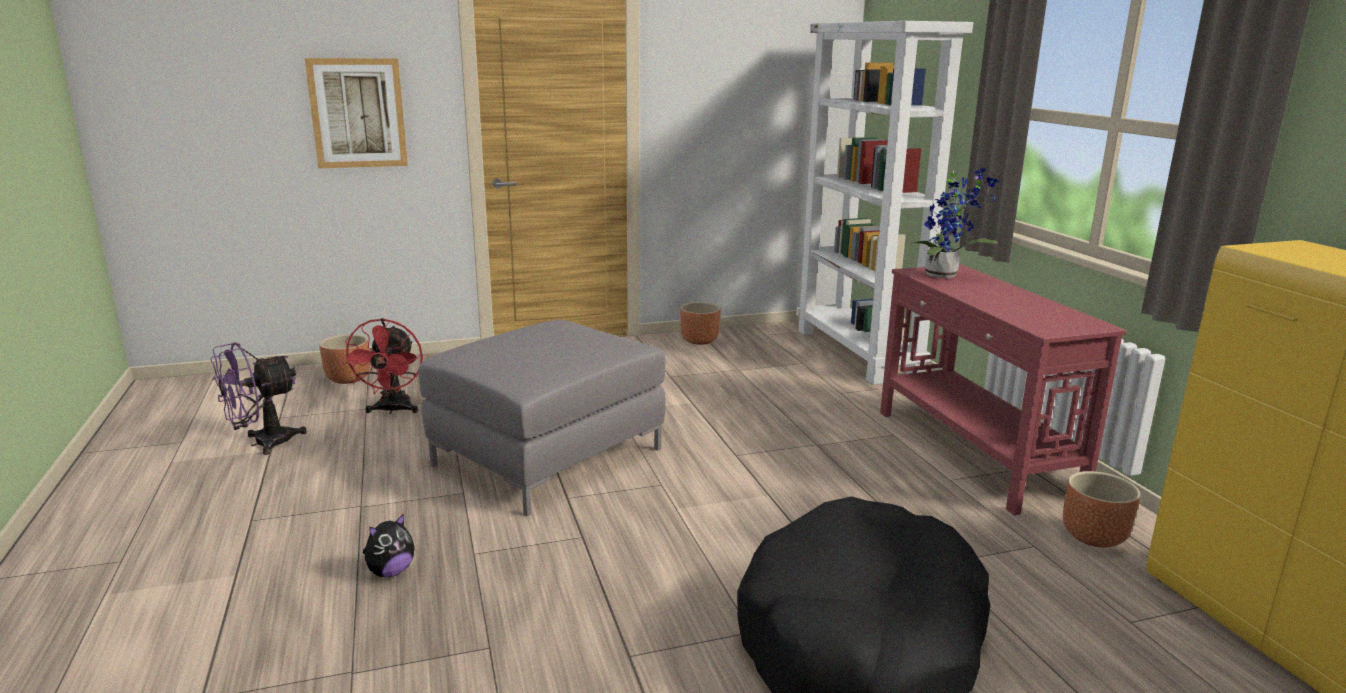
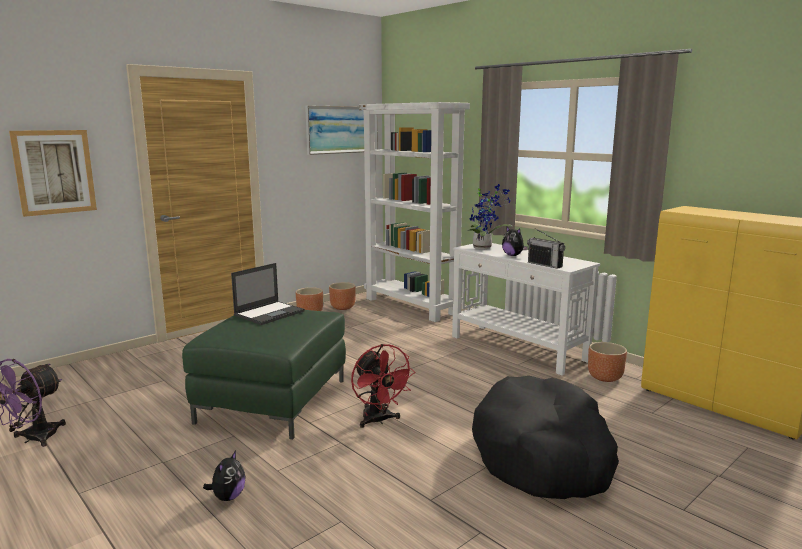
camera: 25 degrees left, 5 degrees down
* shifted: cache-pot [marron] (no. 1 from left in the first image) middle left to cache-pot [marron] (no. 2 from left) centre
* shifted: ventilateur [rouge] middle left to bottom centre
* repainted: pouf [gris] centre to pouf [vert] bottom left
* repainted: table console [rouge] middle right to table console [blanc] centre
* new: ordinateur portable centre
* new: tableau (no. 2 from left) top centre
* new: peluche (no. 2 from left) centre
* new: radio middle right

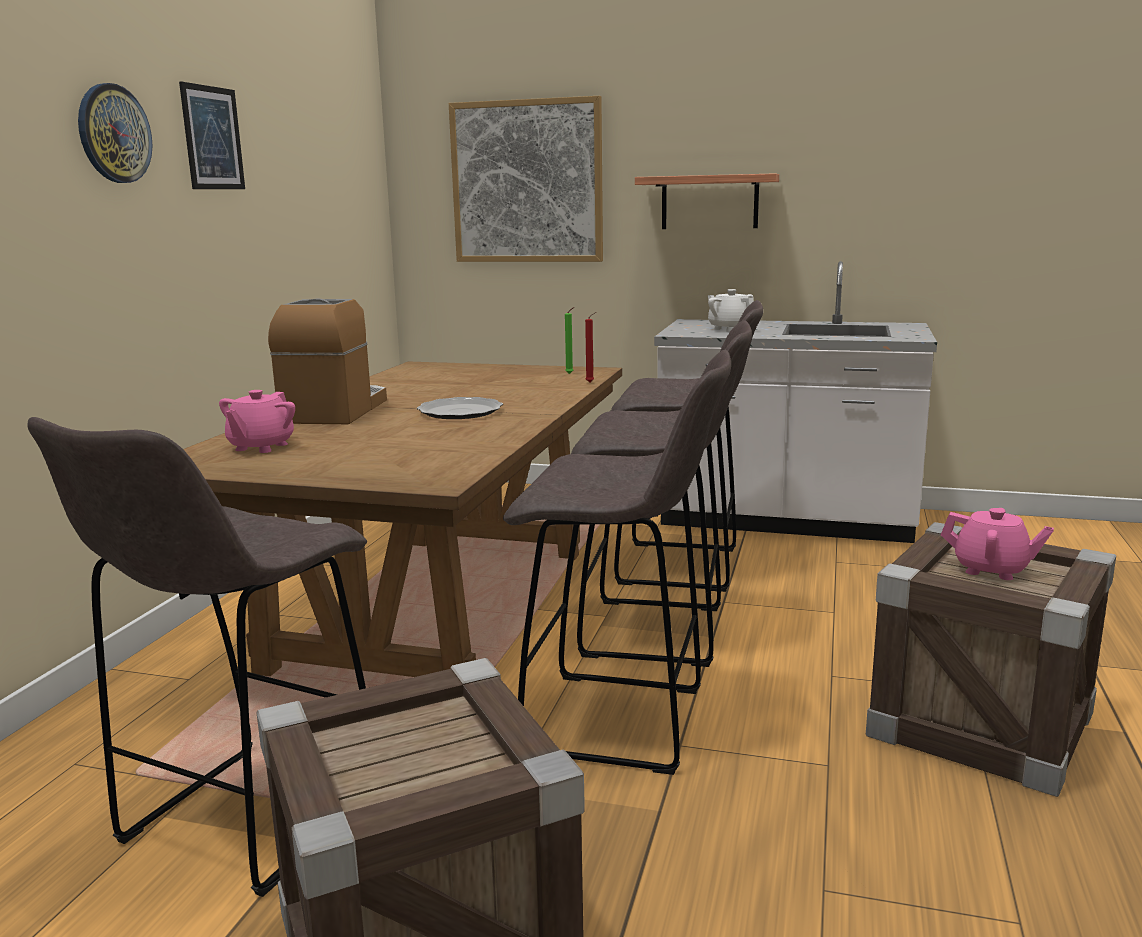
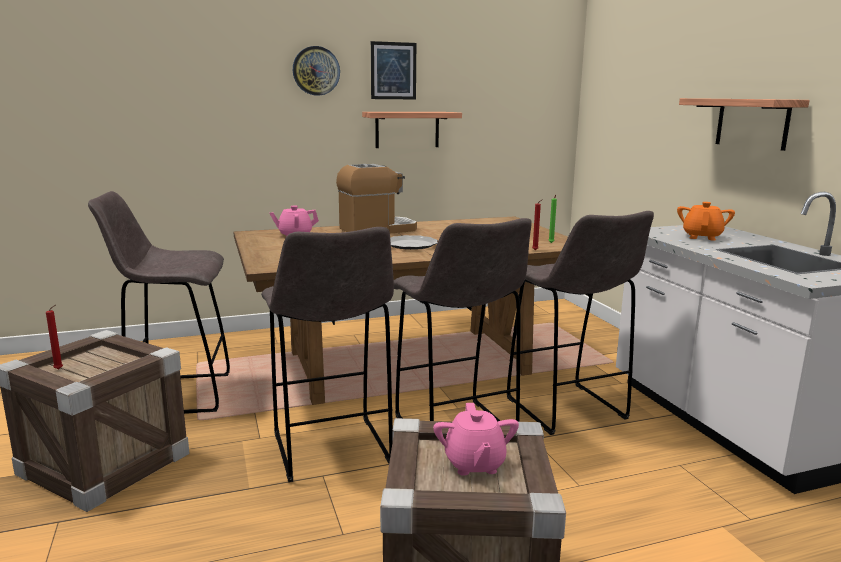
camera: 55 degrees right, 0 degrees up
* gone: tableau (no. 2 from left) top centre
* repainted: théière [blanc] top centre to théière [orange] middle right
* new: bougie [rouge] (no. 1 from left) middle left
* new: étagère (no. 1 from left) top centre

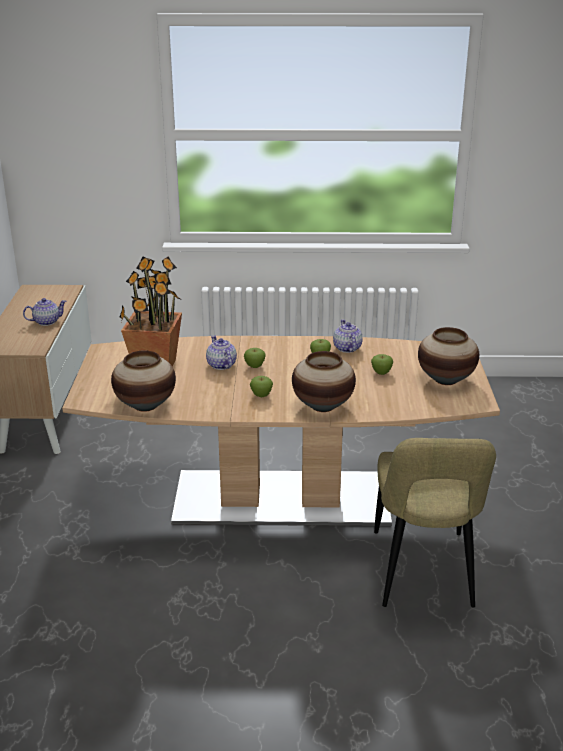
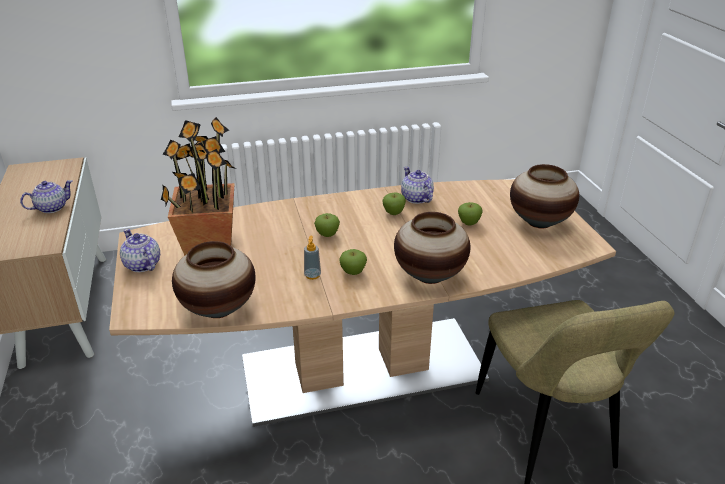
camera: 15 degrees left, 5 degrees up
* shifted: théière (no. 2 from left) centre to middle left
* new: distributeur de savon centre

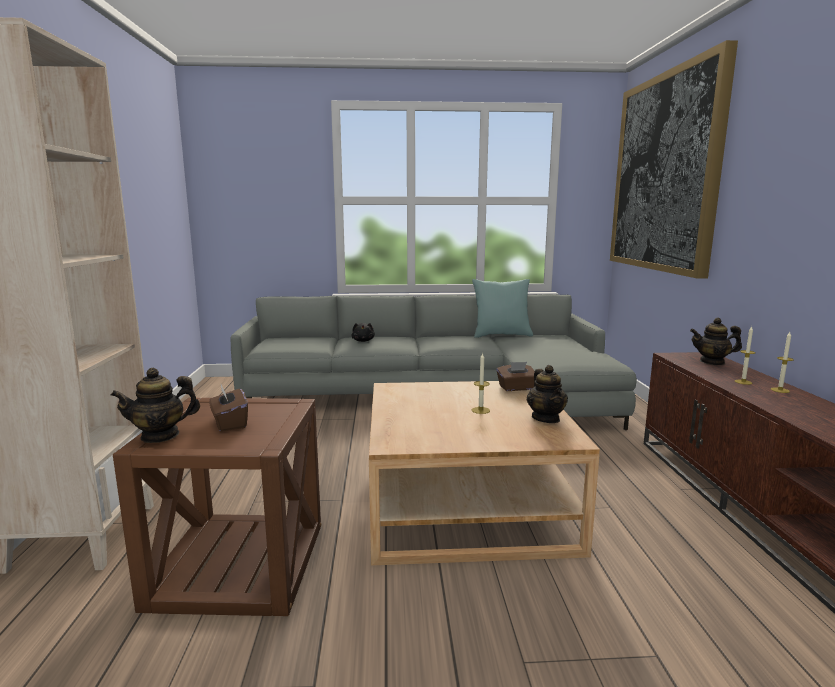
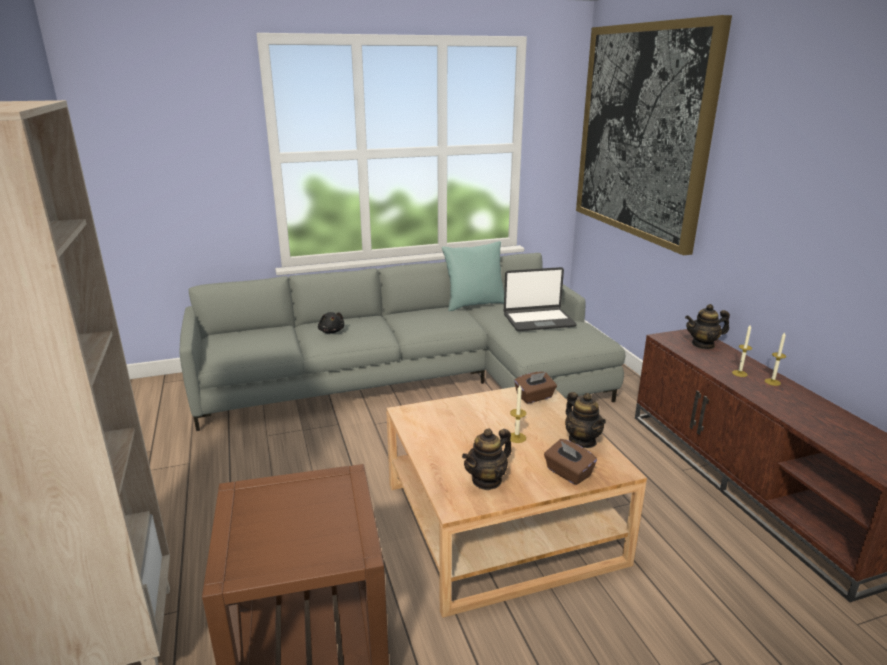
camera: 15 degrees left, 10 degrees up
* shifted: théière (no. 1 from left) middle left to bottom centre
* shifted: boîte à mouchoirs [marron] (no. 1 from left in the first image) middle left to boîte à mouchoirs [marron] (no. 2 from left) bottom centre
* new: ordinateur portable centre

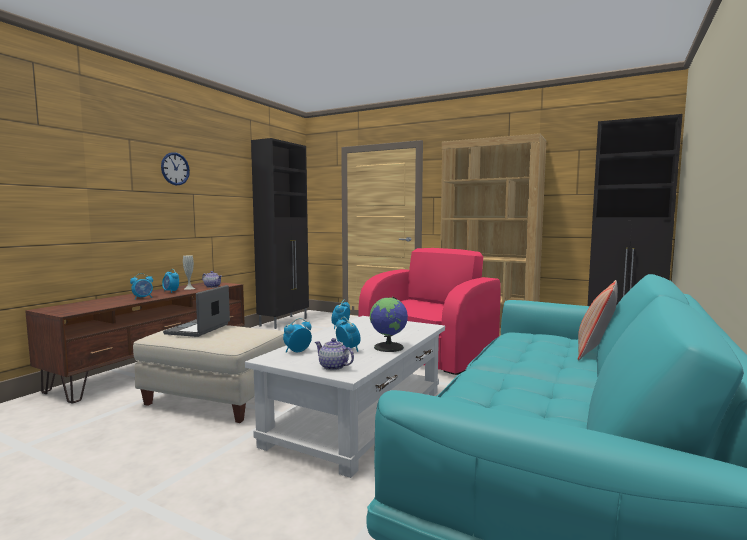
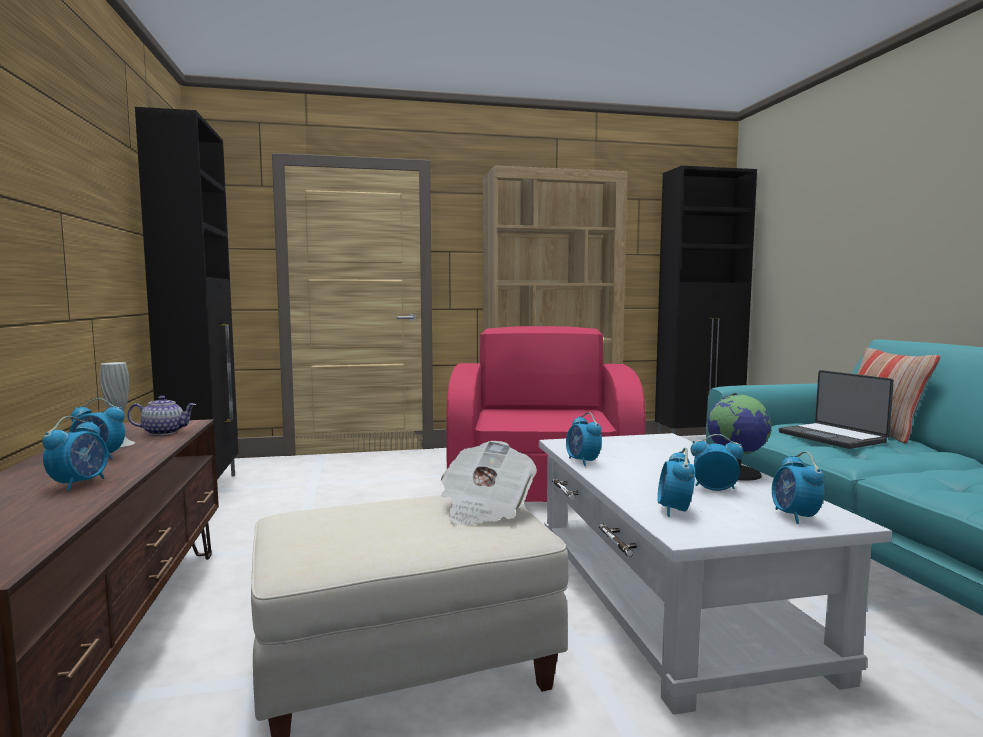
camera: 40 degrees left, 0 degrees up
* gone: horloge murale top left
* shifted: ordinateur portable middle left to middle right
* swapped: théière (no. 2 from left) centre to réveil (no. 6 from left) middle right
* new: journal centre

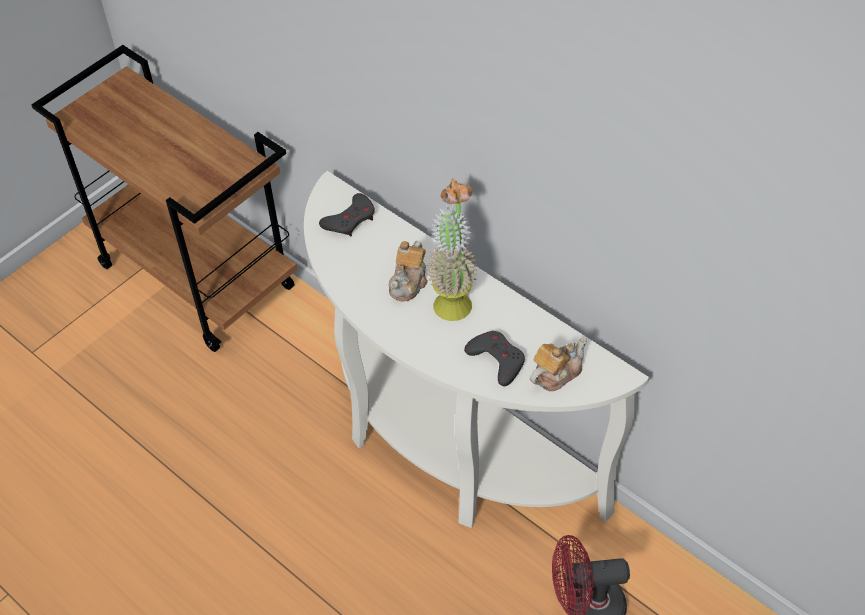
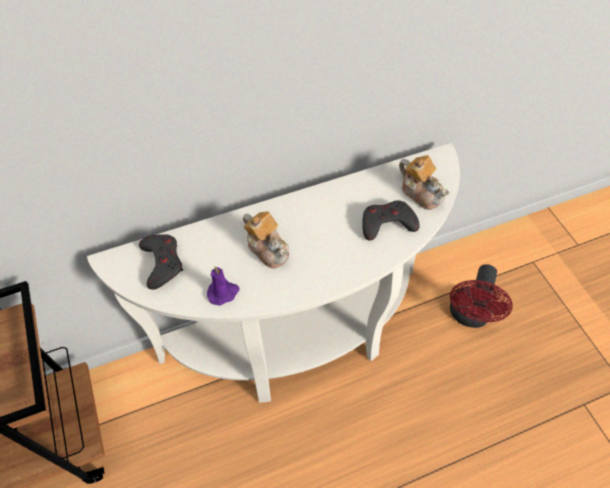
camera: 65 degrees left, 5 degrees up
* gone: plante en pot centre
* rotated: théière (no. 2 from left) centre = middle right 150 degrees clockwise
* new: bougie [violet] centre

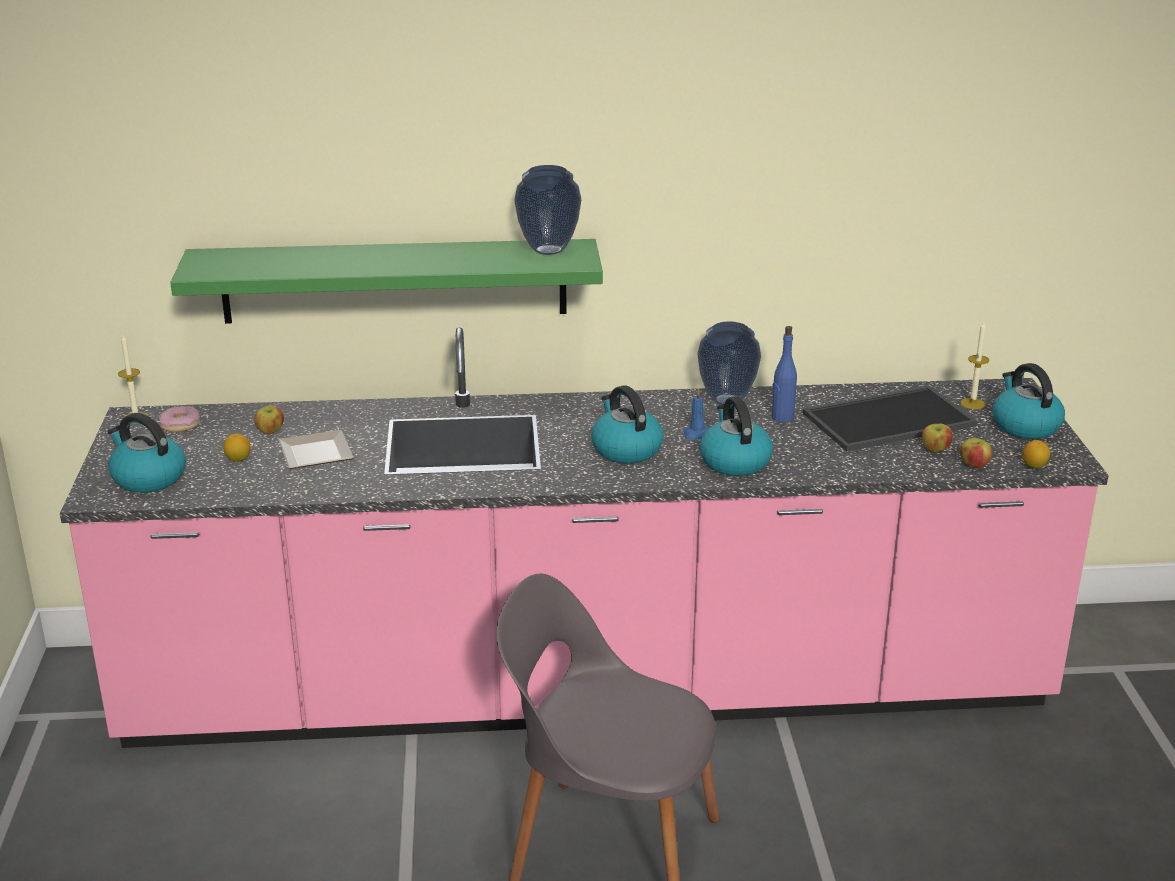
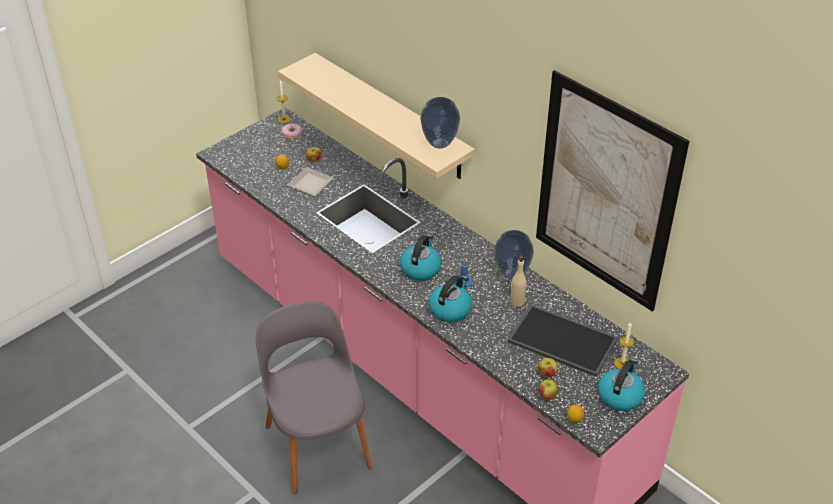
camera: 50 degrees right, 15 degrees up
* gone: bouilloire (no. 1 from left) middle left
* repainted: étagère [vert] top left to étagère [beige] top centre
* repainted: bouteille [bleu] middle right to bouteille [beige] centre
* new: tableau middle right

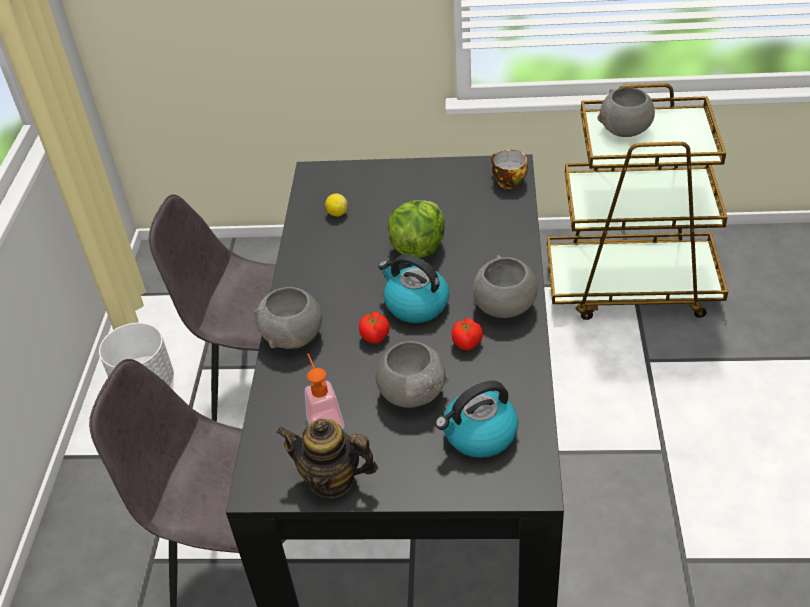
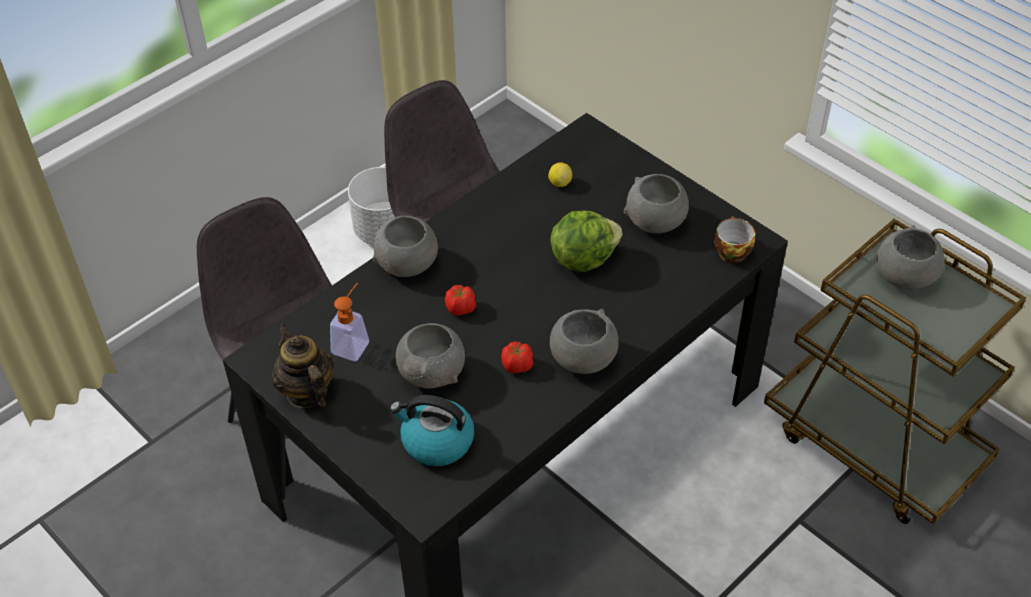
camera: 40 degrees right, 5 degrees up
* gone: bouilloire (no. 1 from left) centre
* new: bol [gris] (no. 4 from left) centre

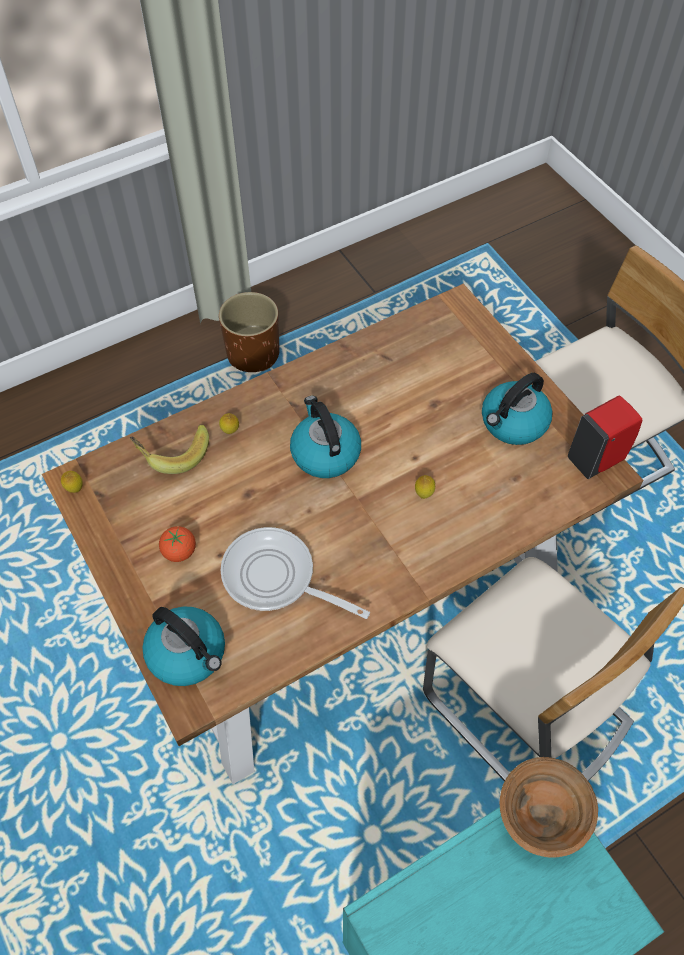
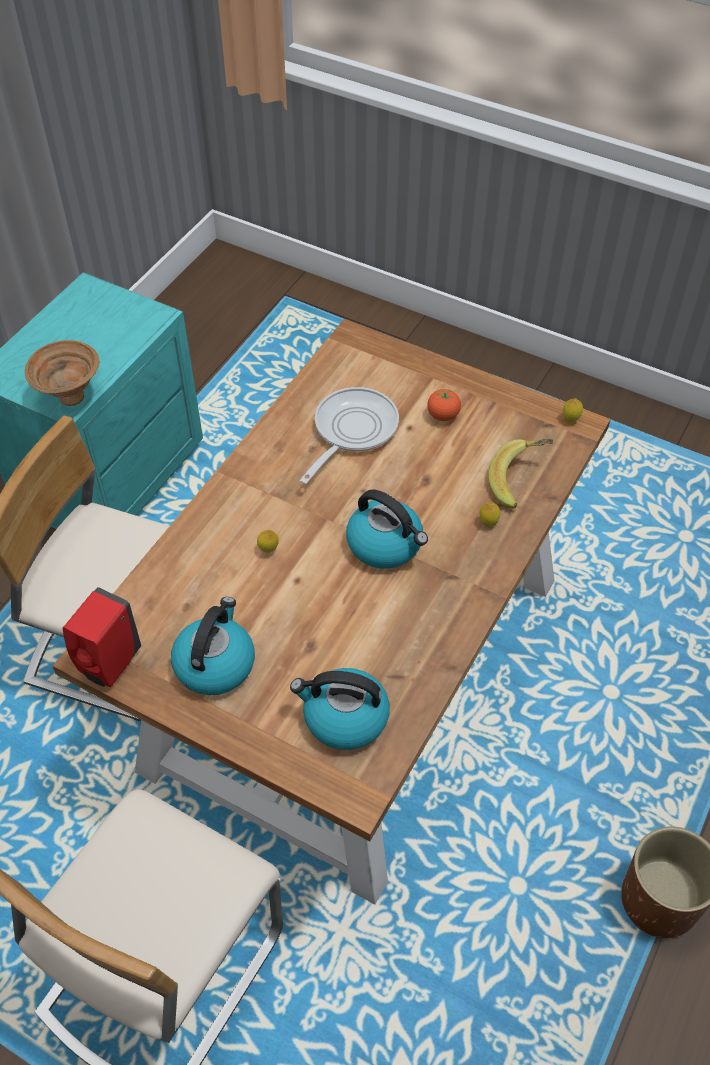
camera: 150 degrees right, 5 degrees down
* shifted: bouilloire (no. 1 from left in the first image) bottom left to bouilloire (no. 2 from left) centre
* rotated: poêle centre = centre 60 degrees counterclockwise

